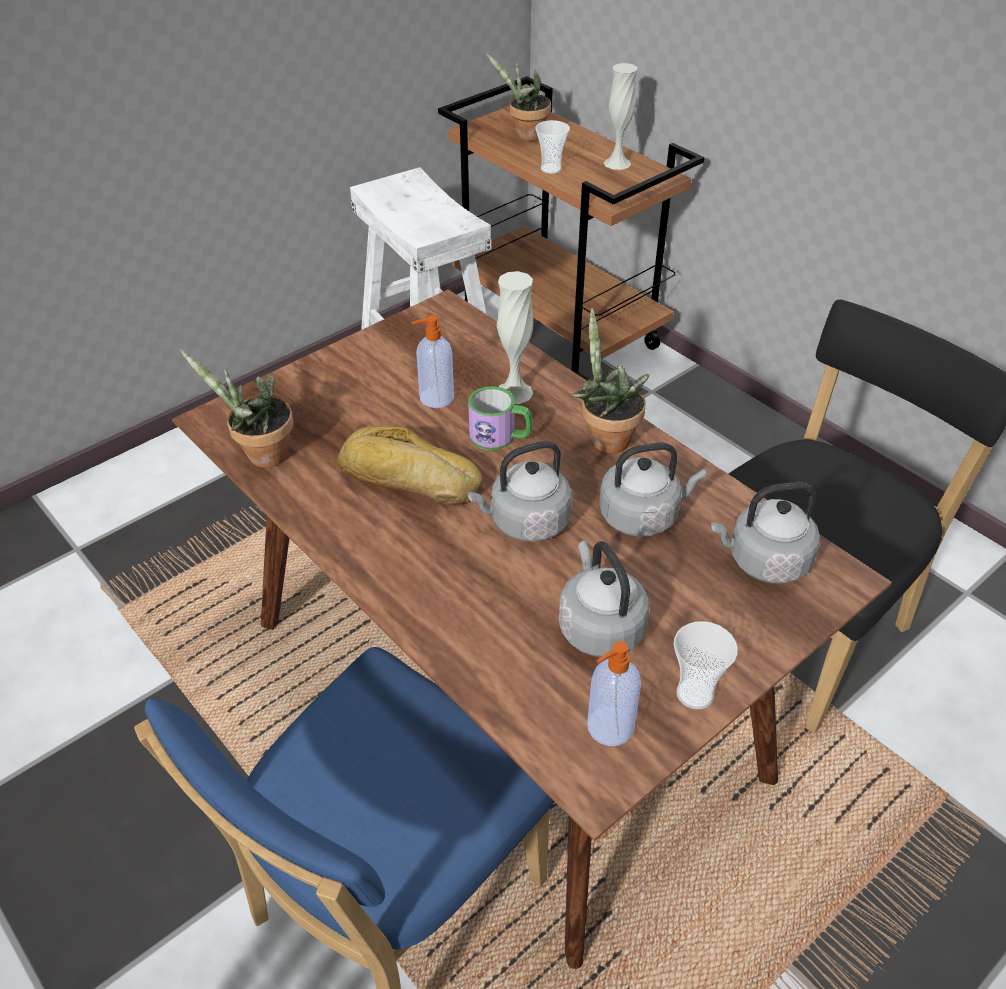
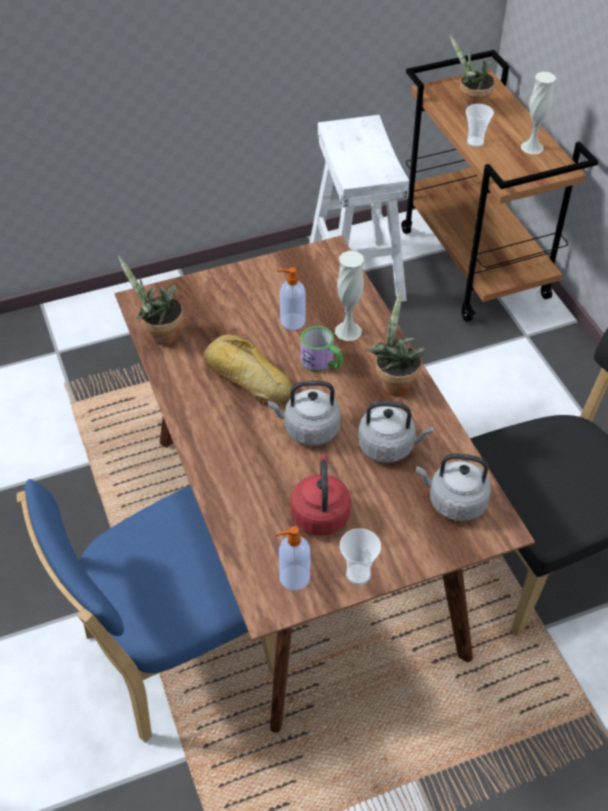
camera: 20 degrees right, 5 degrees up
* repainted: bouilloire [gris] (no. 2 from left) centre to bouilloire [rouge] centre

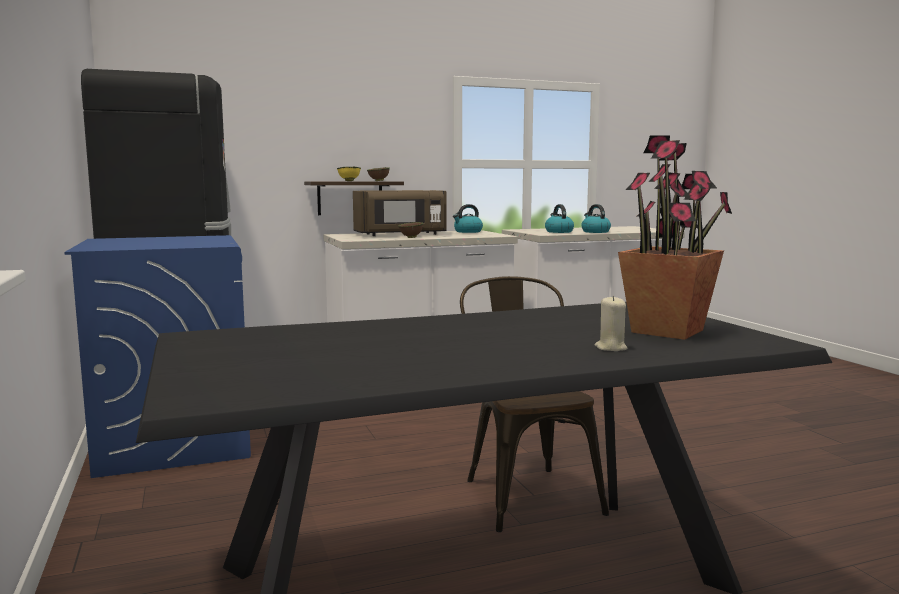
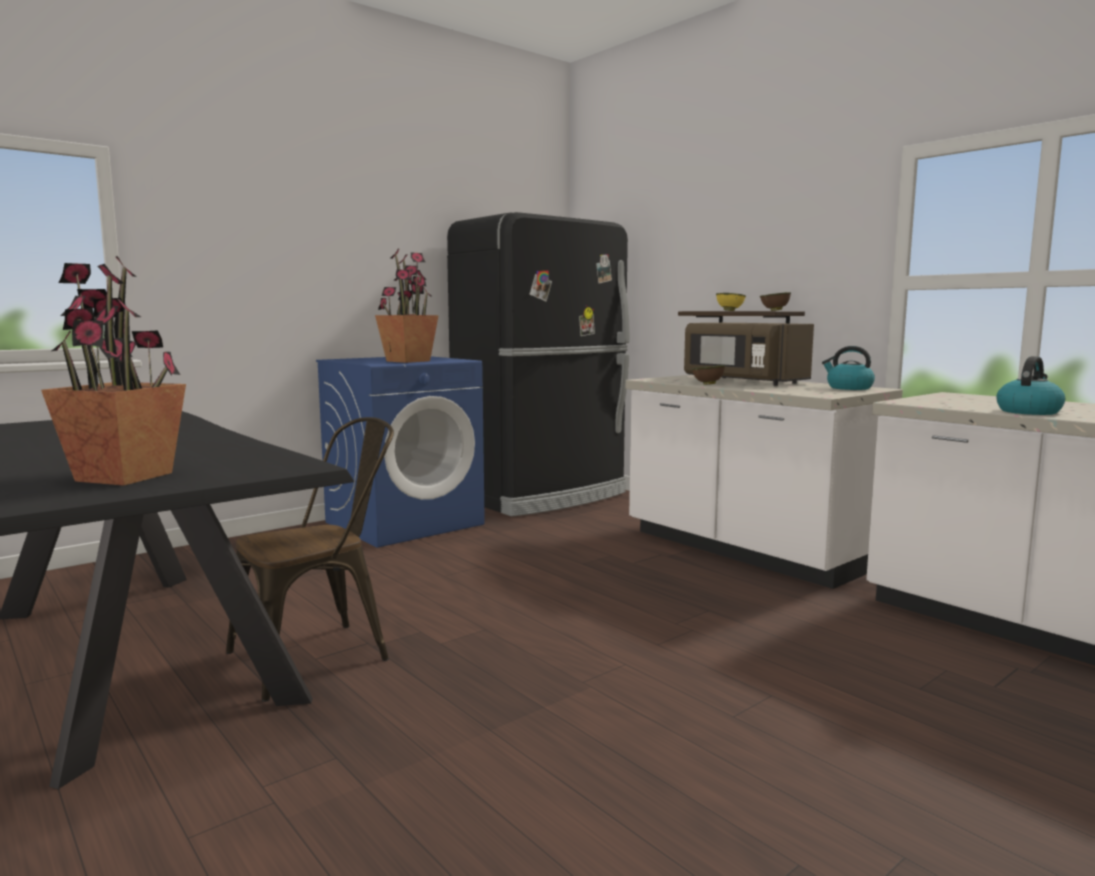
camera: 70 degrees right, 0 degrees up
* gone: bouilloire (no. 2 from left) centre
* gone: bougie [beige] middle right
* new: plante en pot (no. 2 from left) centre

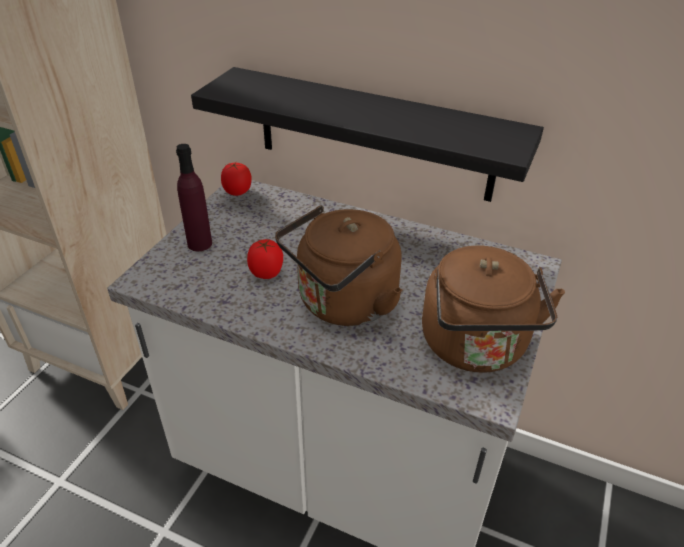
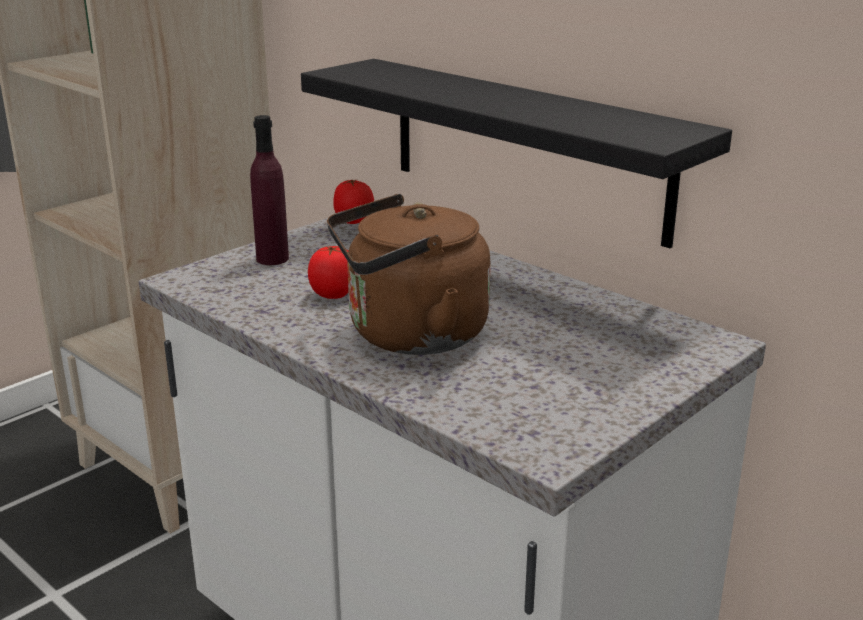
camera: 20 degrees right, 15 degrees down
* gone: bouilloire [marron] (no. 2 from left) middle right

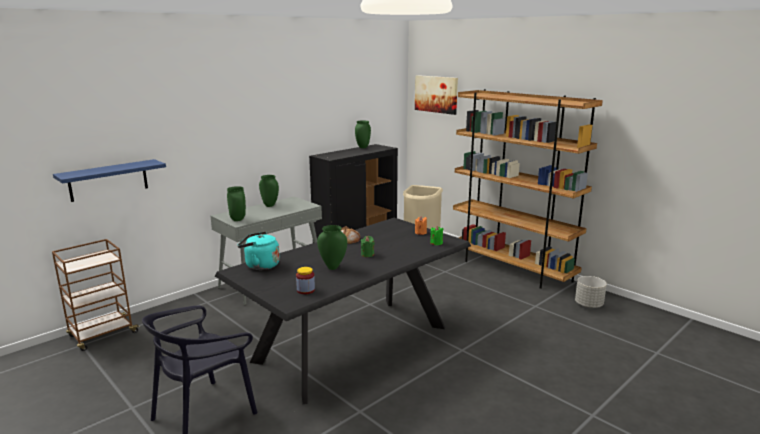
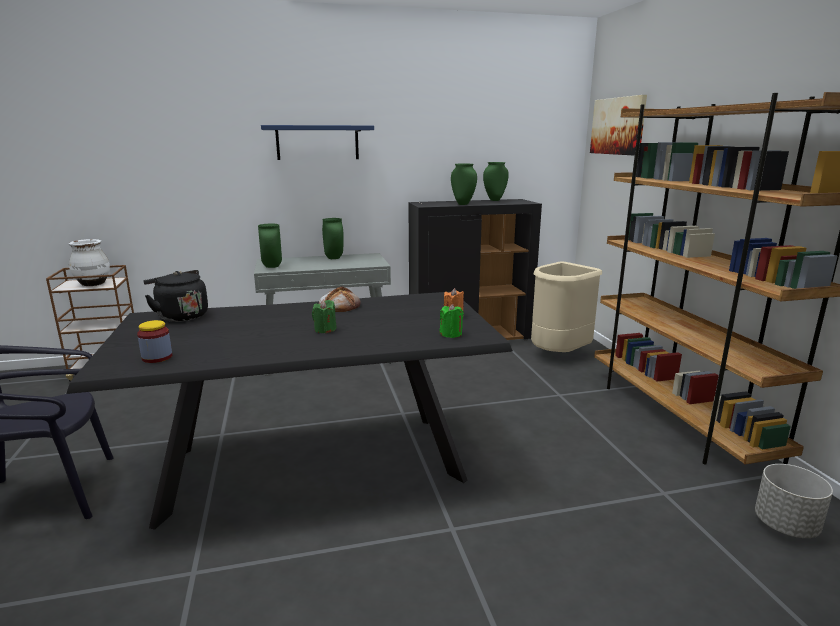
camera: 30 degrees right, 0 degrees up
* shifted: étagère [bleu] middle left to top centre
* repainted: bouilloire [turquoise] centre to bouilloire [noir] middle left
* shifted: vase [vert] (no. 3 from left) centre to top centre
* new: vase [blanc] middle left

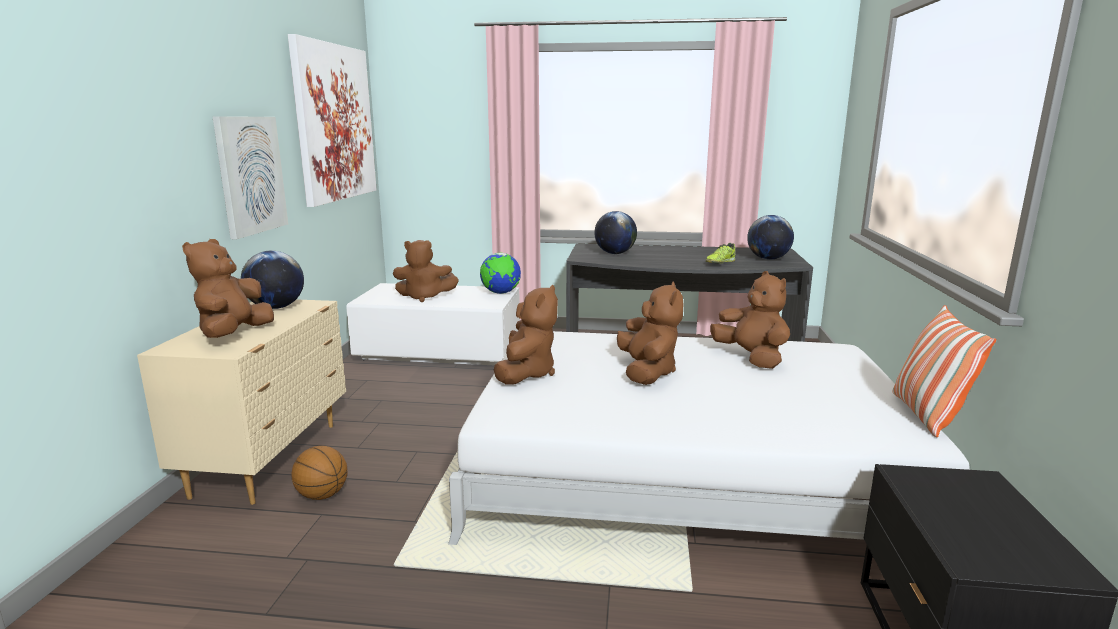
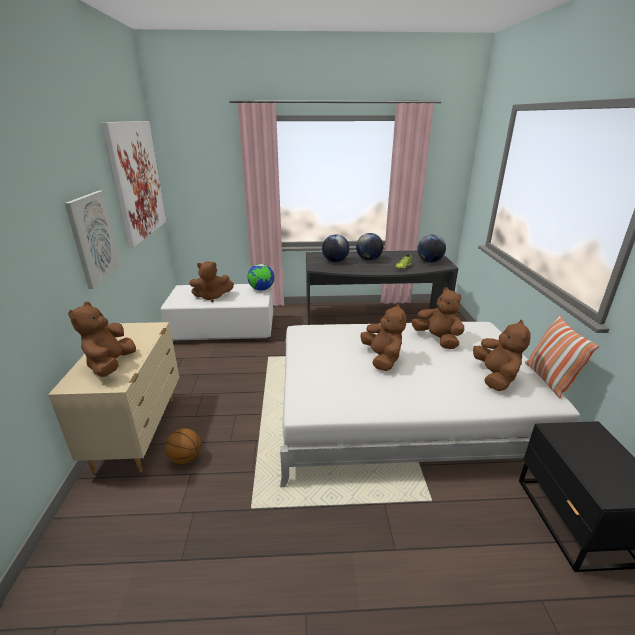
camera: 10 degrees left, 10 degrees up
* shifted: globe (no. 1 from left in the first image) middle left to globe (no. 3 from left) centre
* shifted: peluche [marron] (no. 3 from left in the first image) centre to peluche [marron] (no. 5 from left) middle right

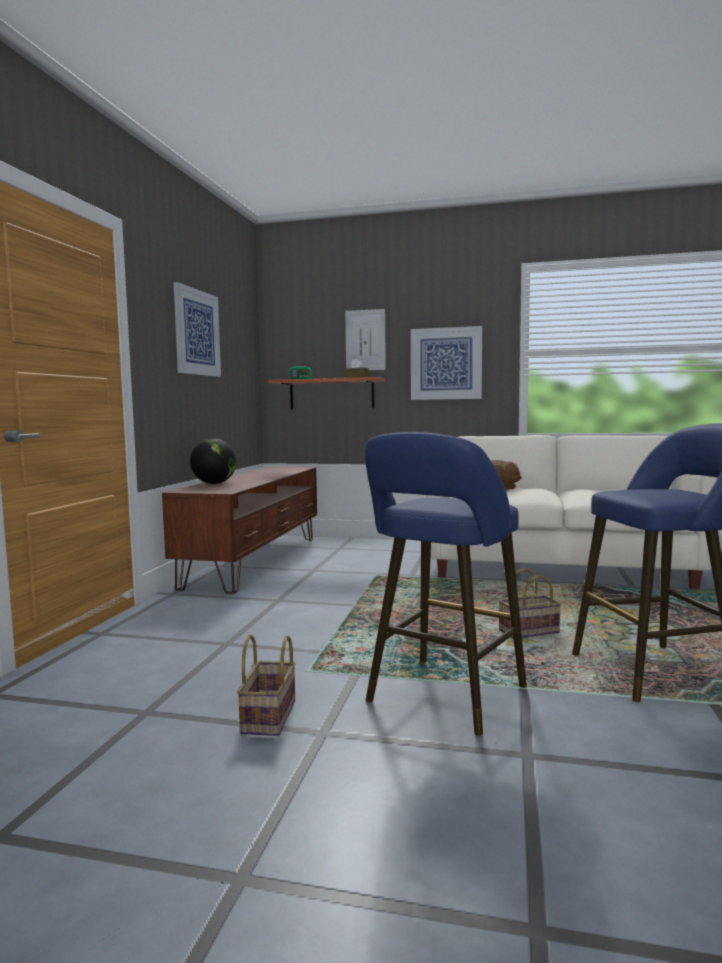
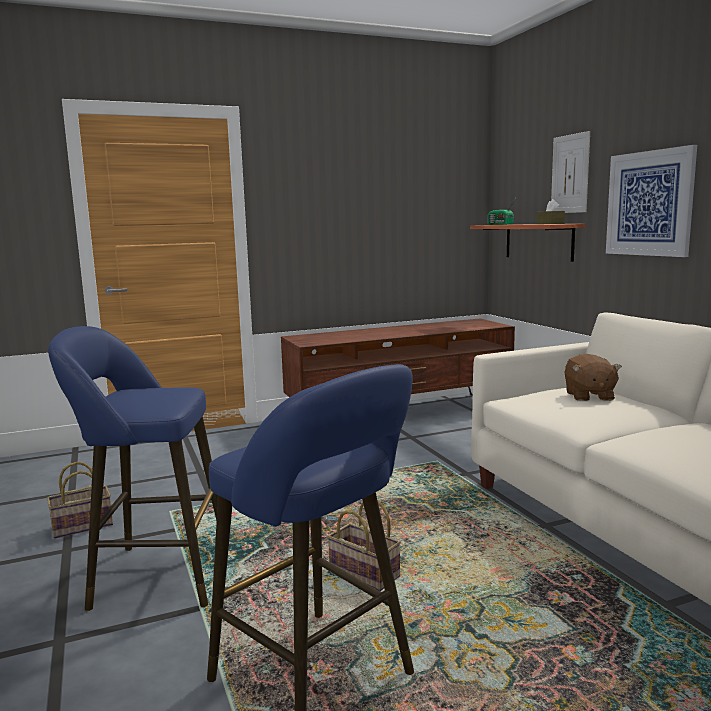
camera: 55 degrees right, 5 degrees up
* gone: tableau (no. 1 from left) middle left
* gone: globe middle left

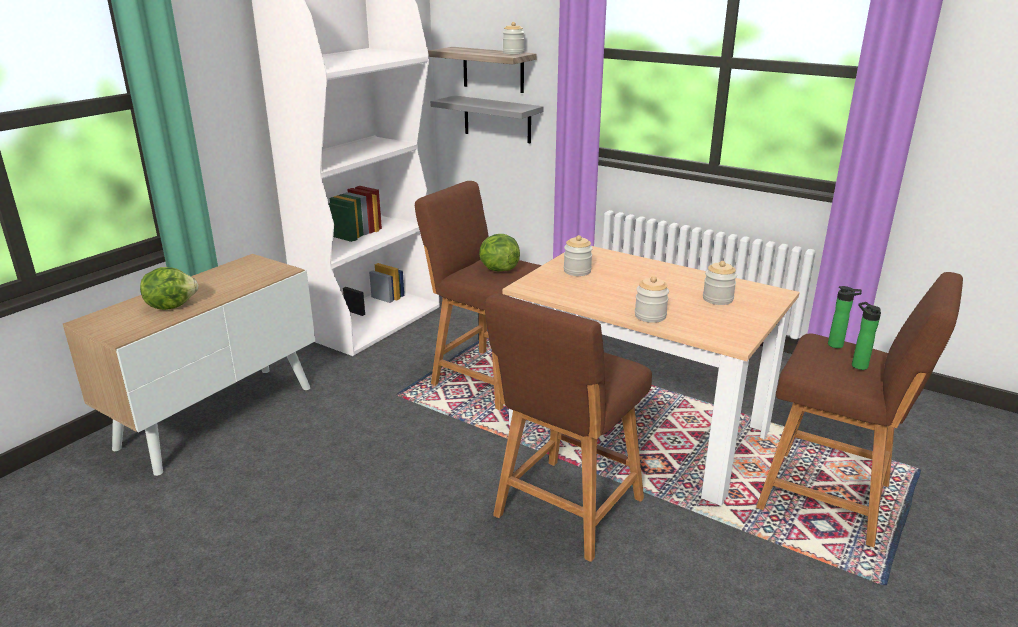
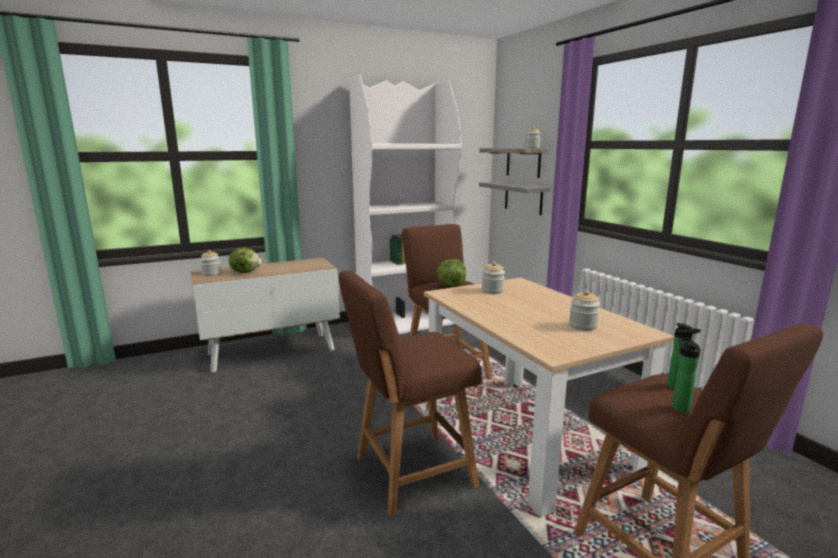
camera: 30 degrees right, 10 degrees down
* shifted: bocal (no. 3 from left in the first image) centre to bocal (no. 1 from left) middle left

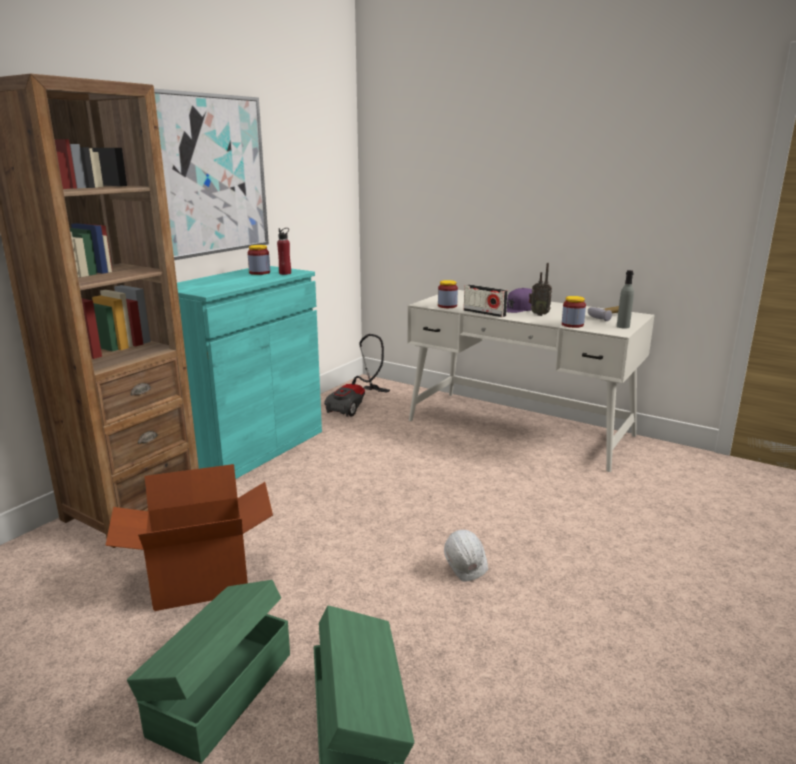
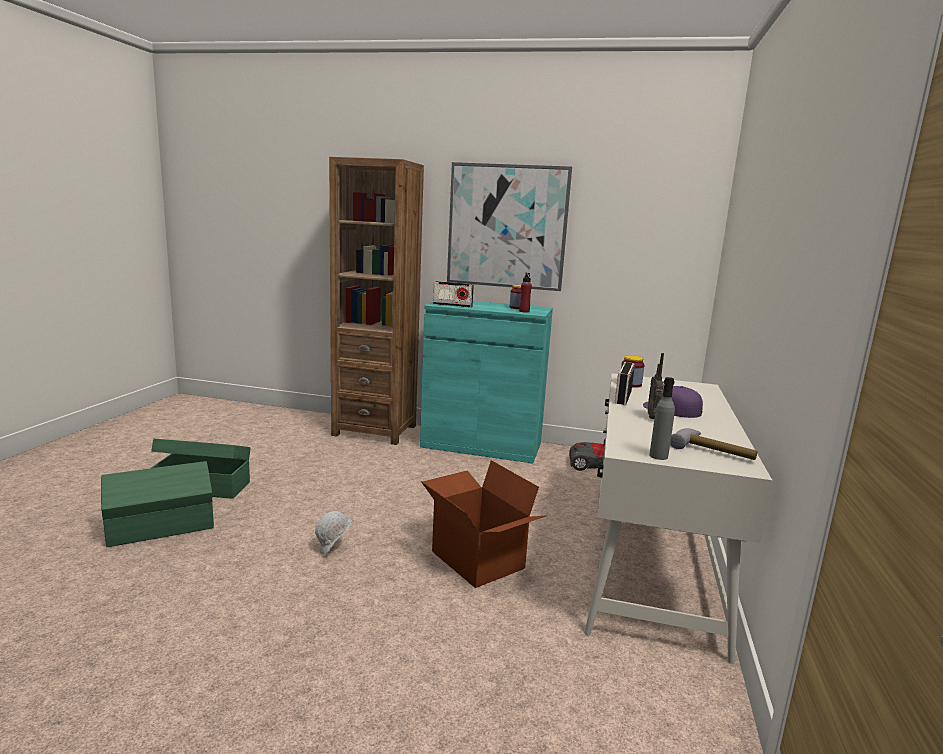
camera: 70 degrees right, 5 degrees down
* shifted: carton bottom left to bottom centre
* gone: bocal (no. 3 from left) middle right
* new: radio (no. 1 from left) centre

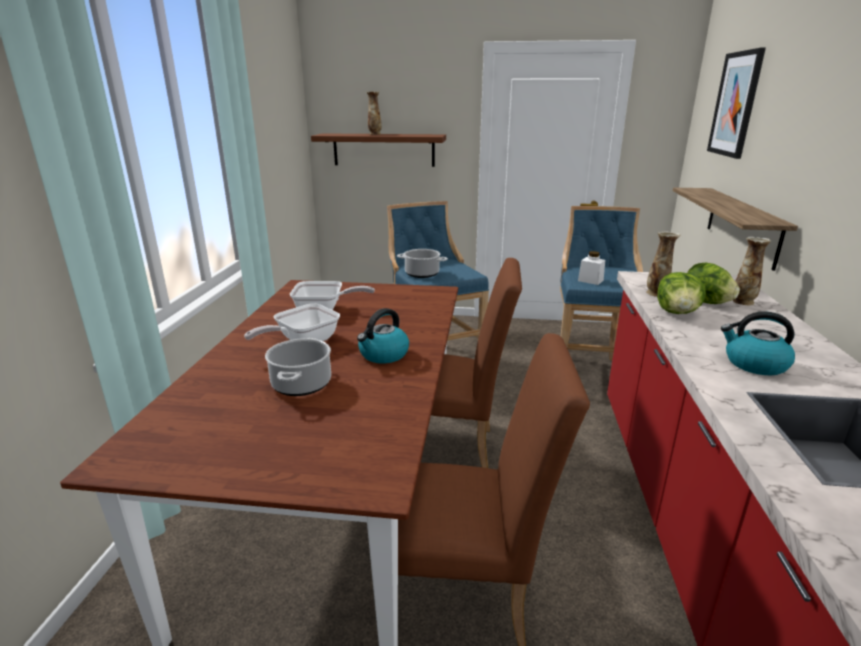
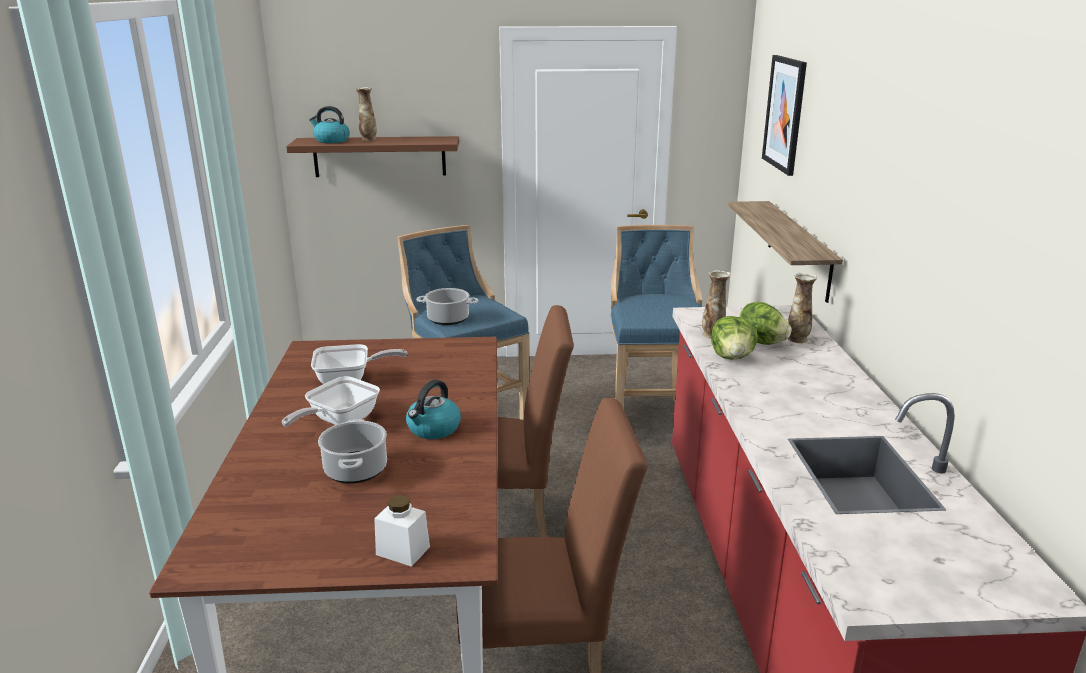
camera: 10 degrees left, 0 degrees up
* shifted: bocal [blanc] middle right to bottom centre
* shifted: bouilloire (no. 2 from left in the first image) middle right to bouilloire (no. 1 from left) top left

